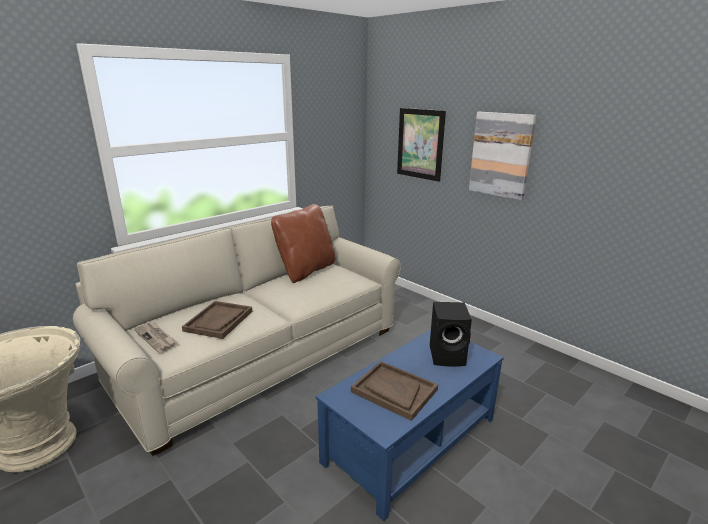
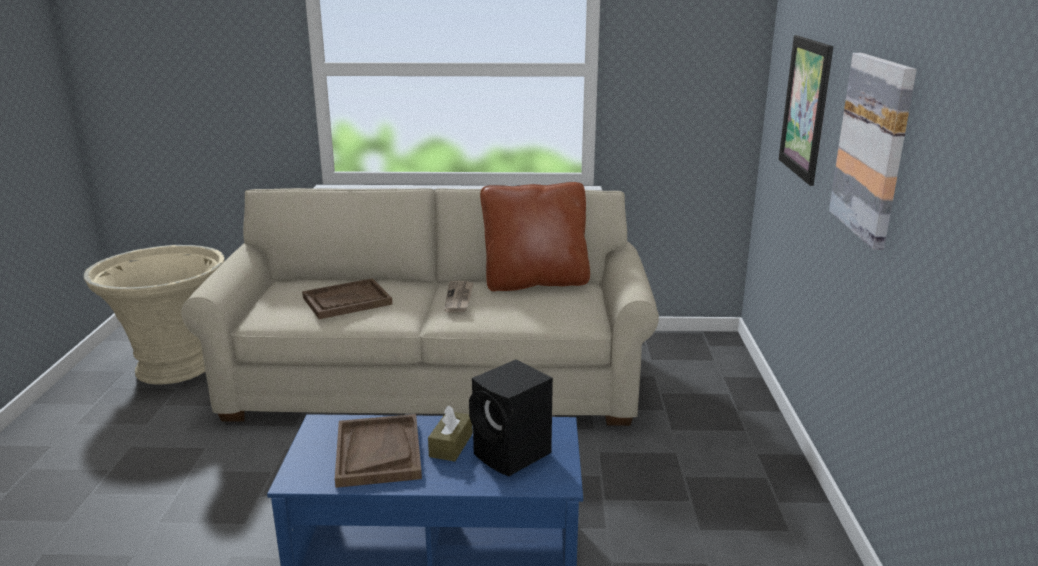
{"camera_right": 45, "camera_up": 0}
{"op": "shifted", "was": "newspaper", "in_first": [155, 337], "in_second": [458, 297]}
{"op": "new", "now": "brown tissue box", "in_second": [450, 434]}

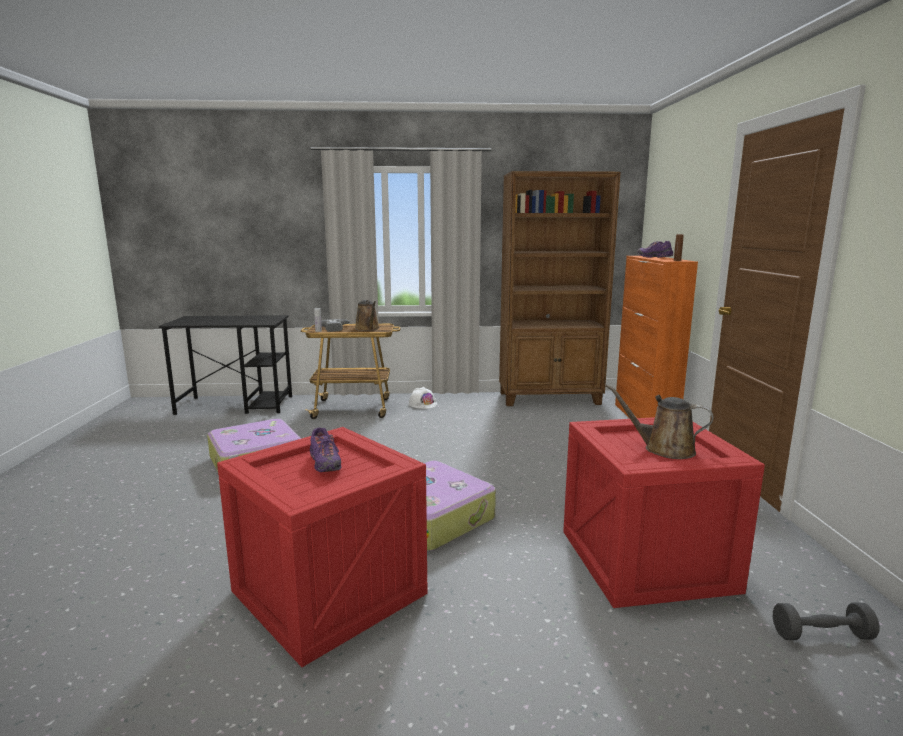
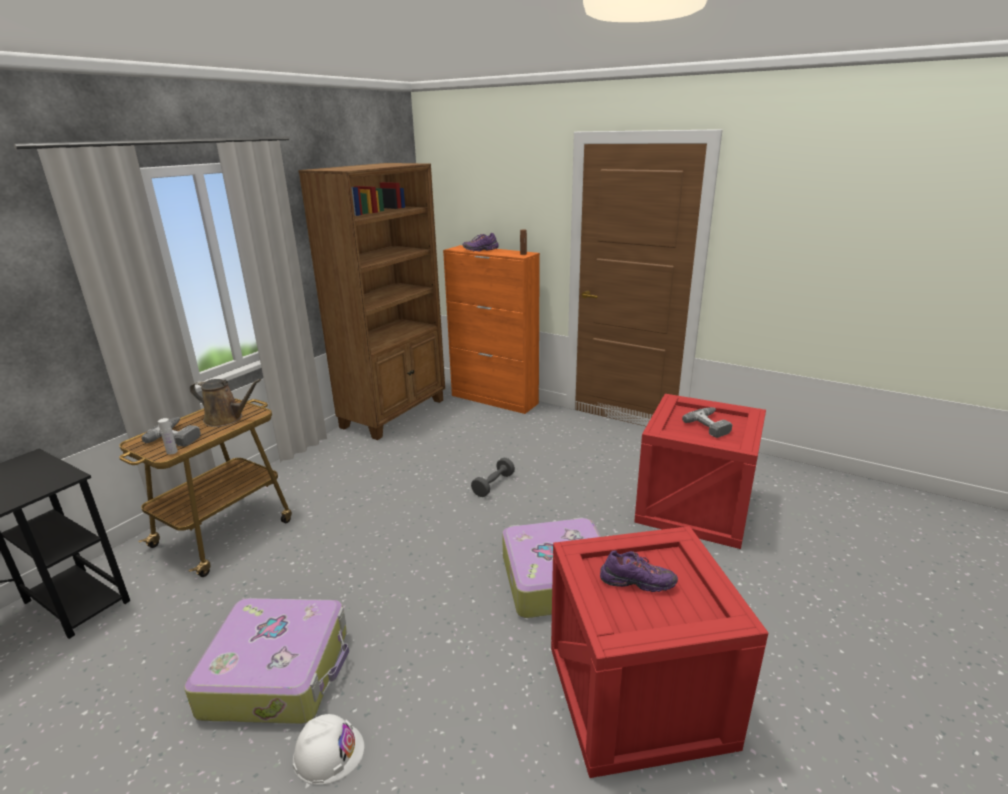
{"camera_right": -55, "camera_up": 10}
{"op": "shifted", "was": "white hard hat", "in_first": [423, 398], "in_second": [328, 749]}
{"op": "swapped", "was": "brown watering can", "now": "power drill", "in_first": [660, 421], "in_second": [707, 422]}
{"op": "shifted", "was": "grey dumbbell", "in_first": [826, 621], "in_second": [493, 477]}

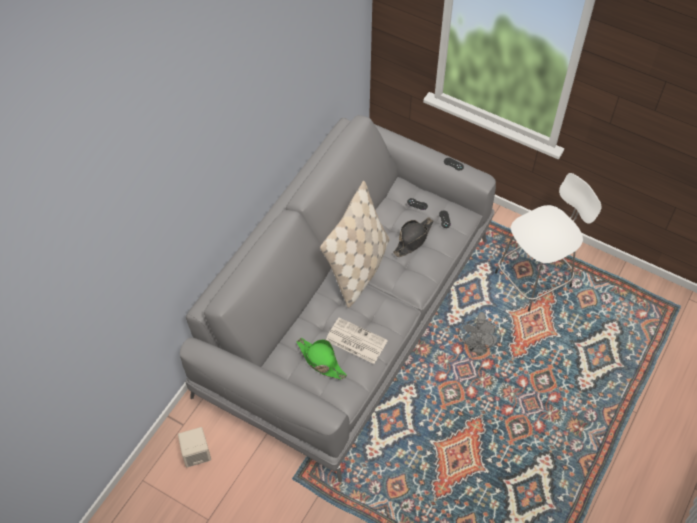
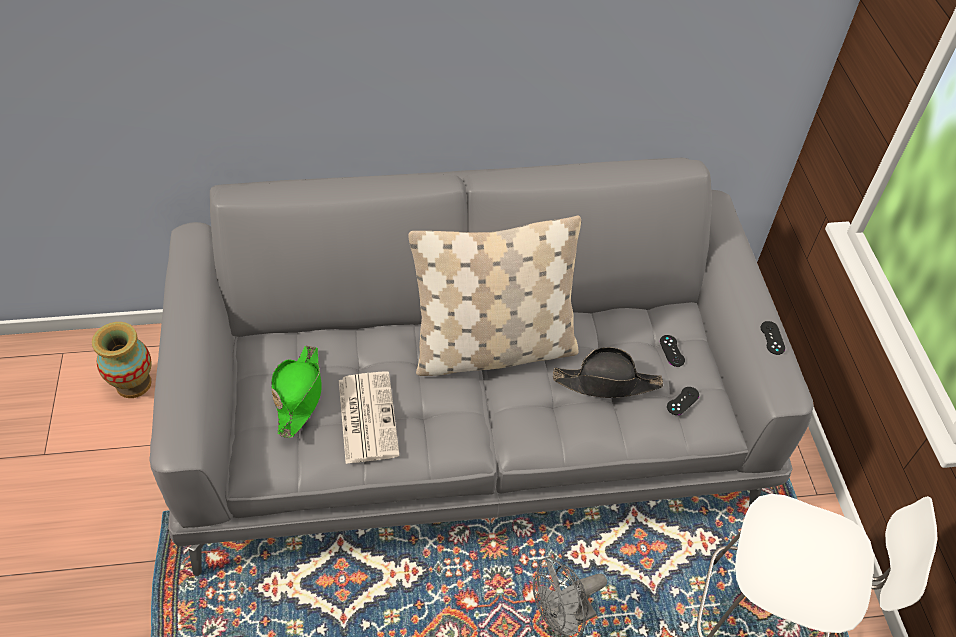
{"camera_right": 50, "camera_up": -5}
{"op": "swapped", "was": "beige speaker", "now": "vase", "in_first": [194, 447], "in_second": [122, 360]}

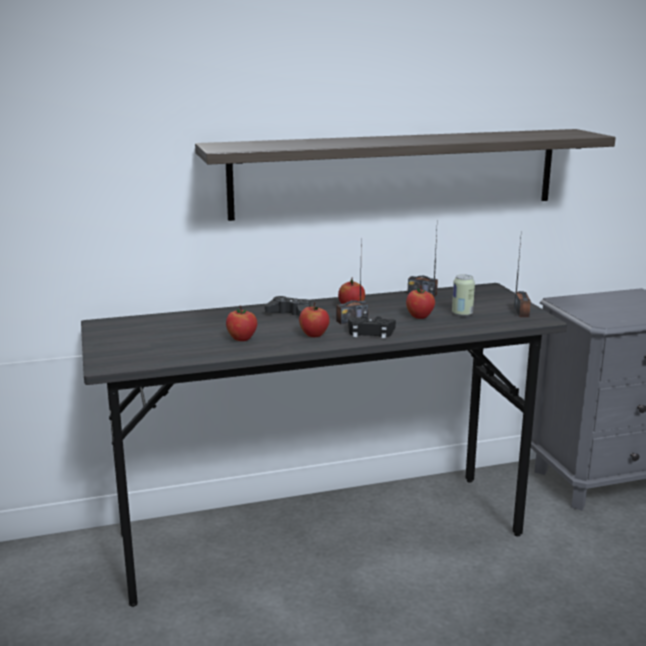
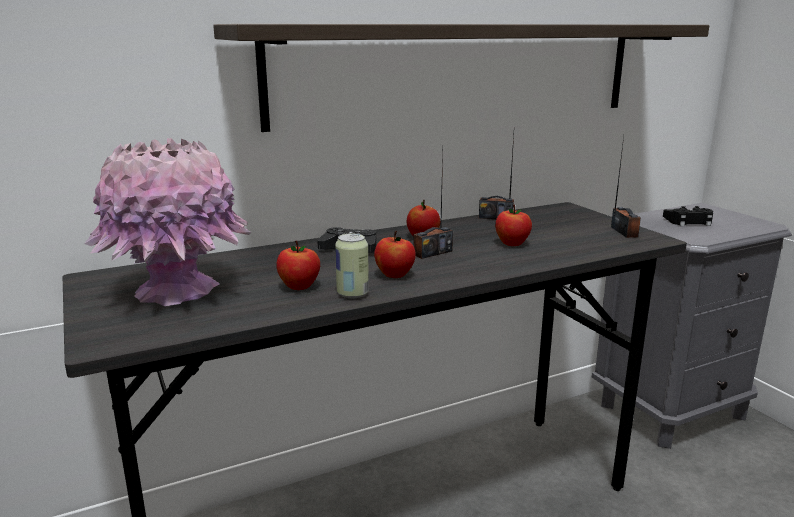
{"camera_right": -10, "camera_up": 0}
{"op": "shifted", "was": "black game controller", "in_first": [372, 327], "in_second": [688, 216]}
{"op": "shifted", "was": "can", "in_first": [463, 295], "in_second": [352, 265]}
{"op": "new", "now": "pink vase", "in_second": [167, 222]}

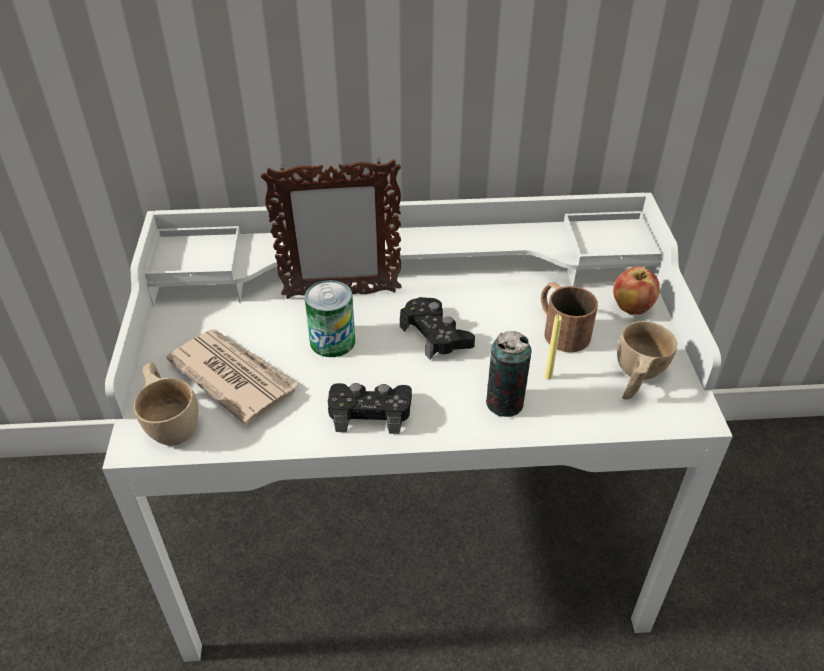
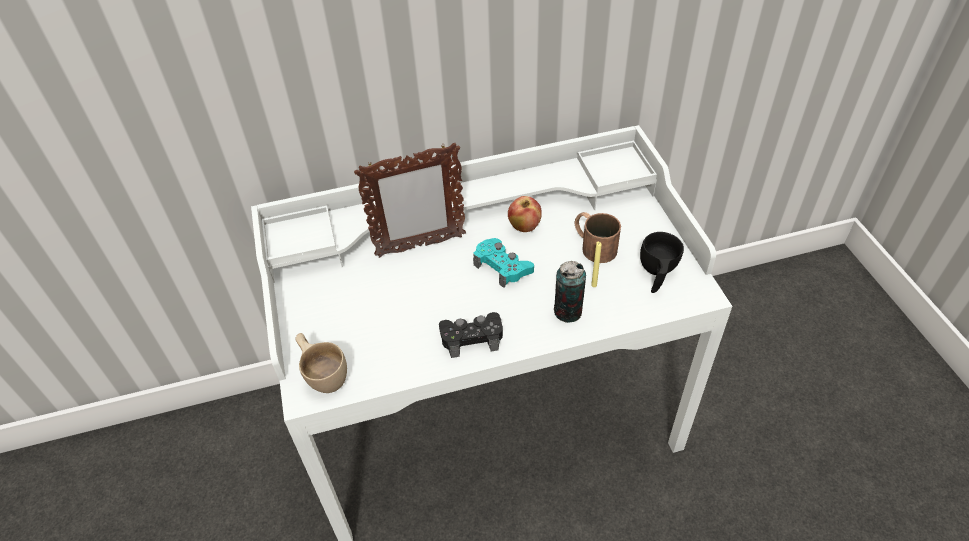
{"camera_right": -10, "camera_up": 5}
{"op": "gone", "was": "newspaper", "in_first": [232, 377]}
{"op": "gone", "was": "can", "in_first": [330, 318]}
{"op": "repainted", "was": "black game controller", "now": "turquoise game controller", "in_first": [437, 328], "in_second": [503, 263]}
{"op": "shifted", "was": "apple", "in_first": [636, 290], "in_second": [525, 214]}
{"op": "repainted", "was": "beige cup", "now": "black cup", "in_first": [647, 360], "in_second": [662, 262]}

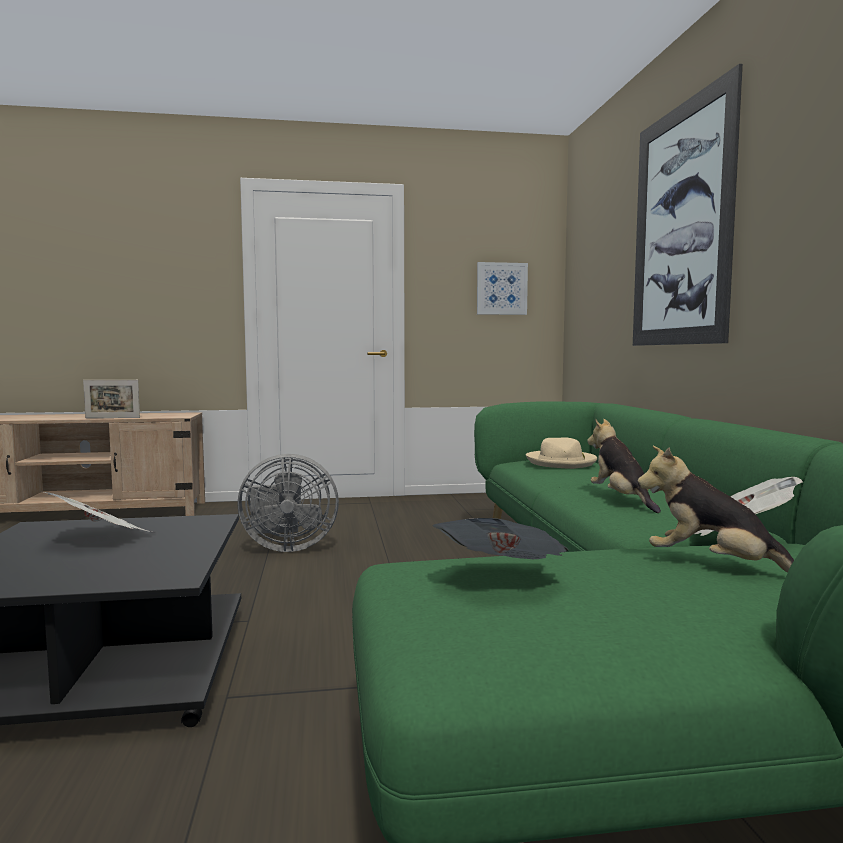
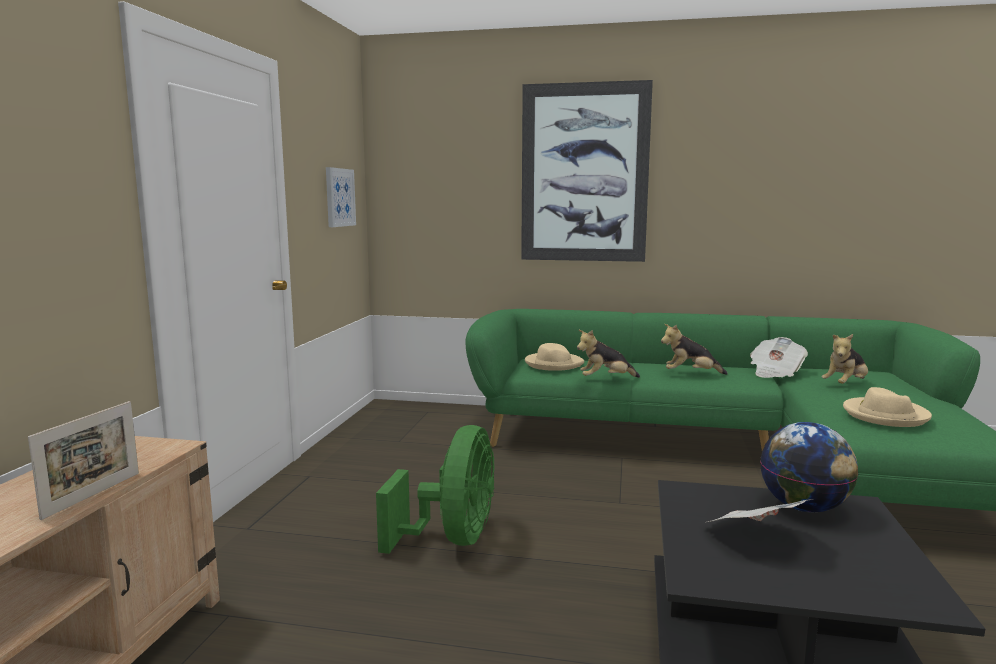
{"camera_right": -70, "camera_up": 5}
{"op": "repainted", "was": "grey fan", "now": "green fan", "in_first": [288, 503], "in_second": [435, 489]}
{"op": "swapped", "was": "newspaper", "now": "beige hat", "in_first": [500, 538], "in_second": [887, 407]}
{"op": "new", "now": "plush toy", "in_second": [608, 354]}
{"op": "new", "now": "globe", "in_second": [809, 467]}

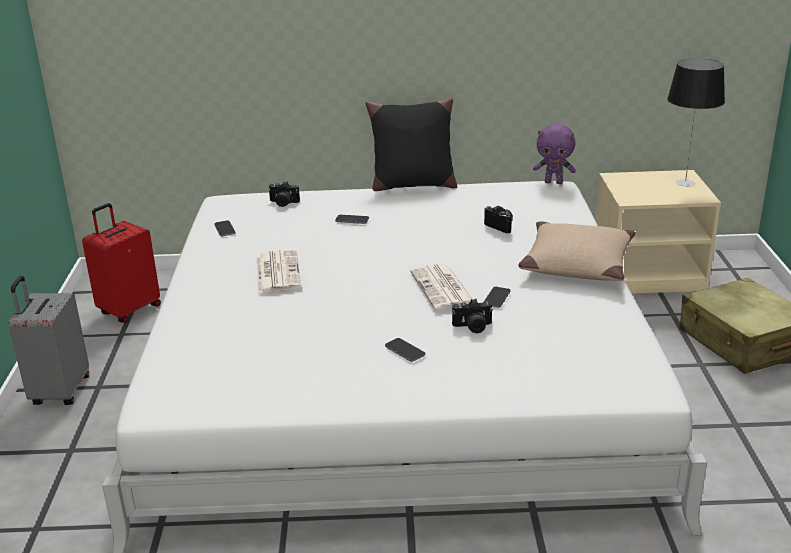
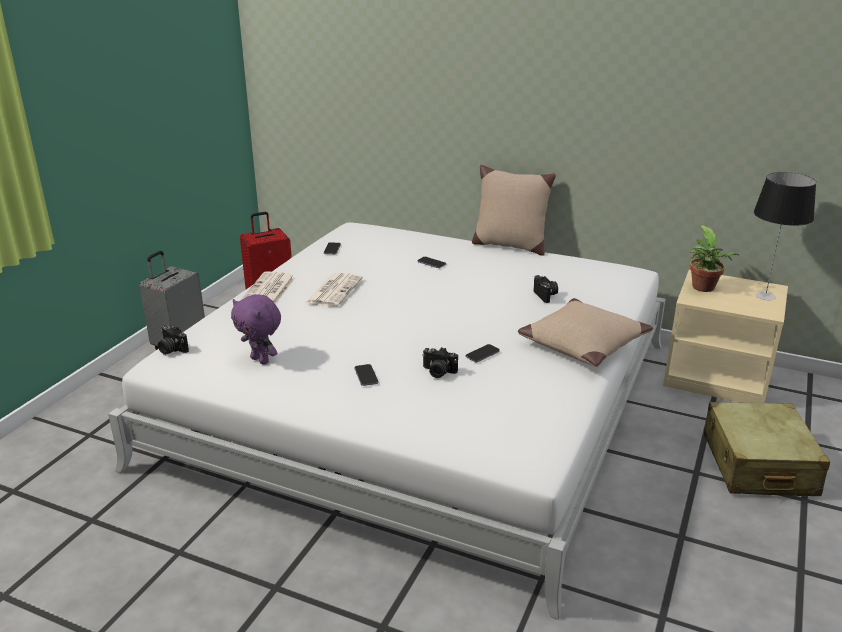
{"camera_right": 25, "camera_up": 0}
{"op": "shifted", "was": "photo camera", "in_first": [284, 194], "in_second": [173, 340]}
{"op": "repainted", "was": "black pillow", "now": "beige pillow", "in_first": [411, 144], "in_second": [514, 210]}
{"op": "shifted", "was": "newspaper", "in_first": [442, 287], "in_second": [268, 288]}
{"op": "shifted", "was": "purple plush toy", "in_first": [554, 154], "in_second": [256, 329]}
{"op": "new", "now": "potted plant", "in_second": [715, 258]}

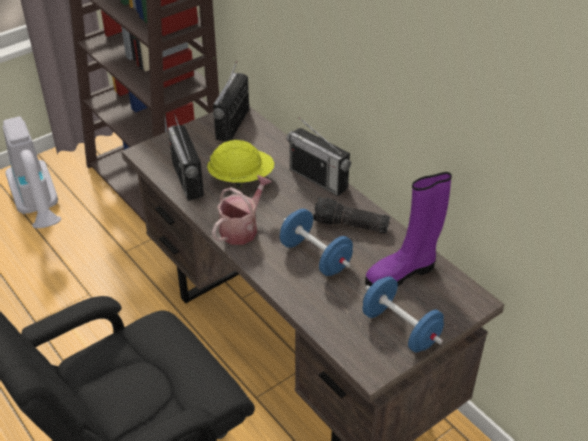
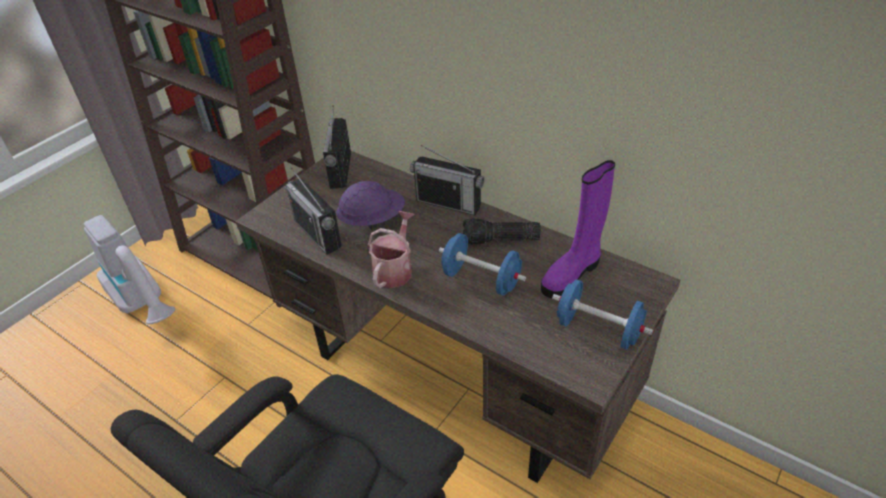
{"camera_right": -15, "camera_up": 0}
{"op": "repainted", "was": "yellow hard hat", "now": "purple hard hat", "in_first": [241, 164], "in_second": [370, 205]}

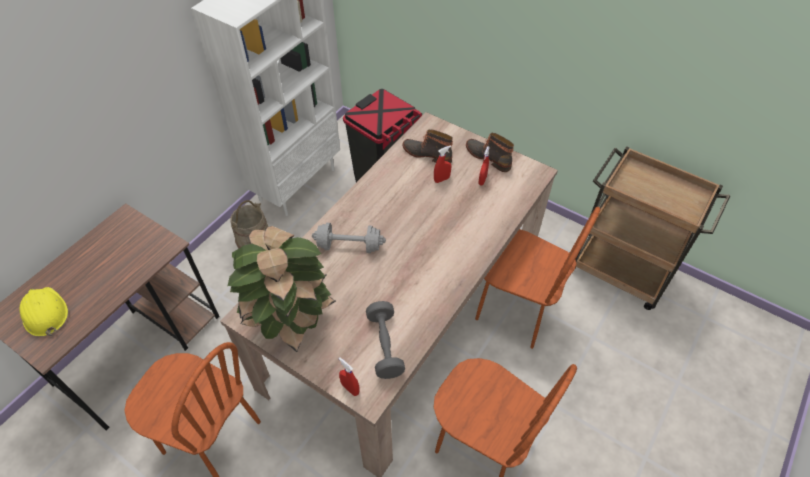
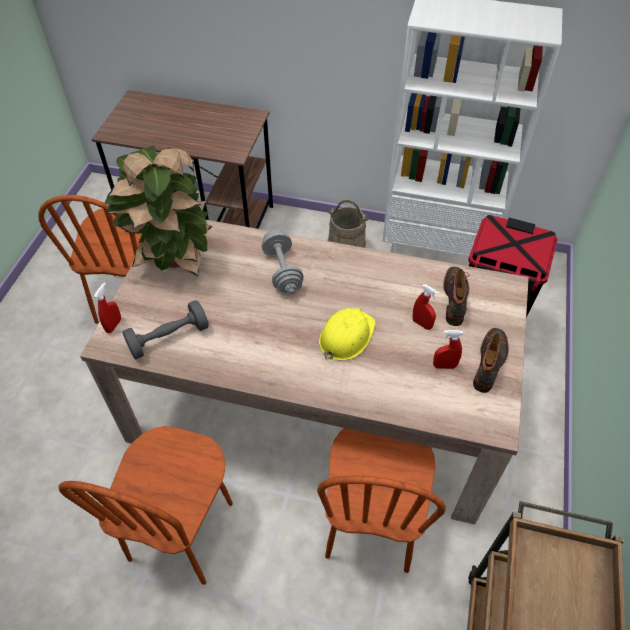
{"camera_right": 70, "camera_up": 0}
{"op": "shifted", "was": "yellow hard hat", "in_first": [43, 311], "in_second": [347, 334]}

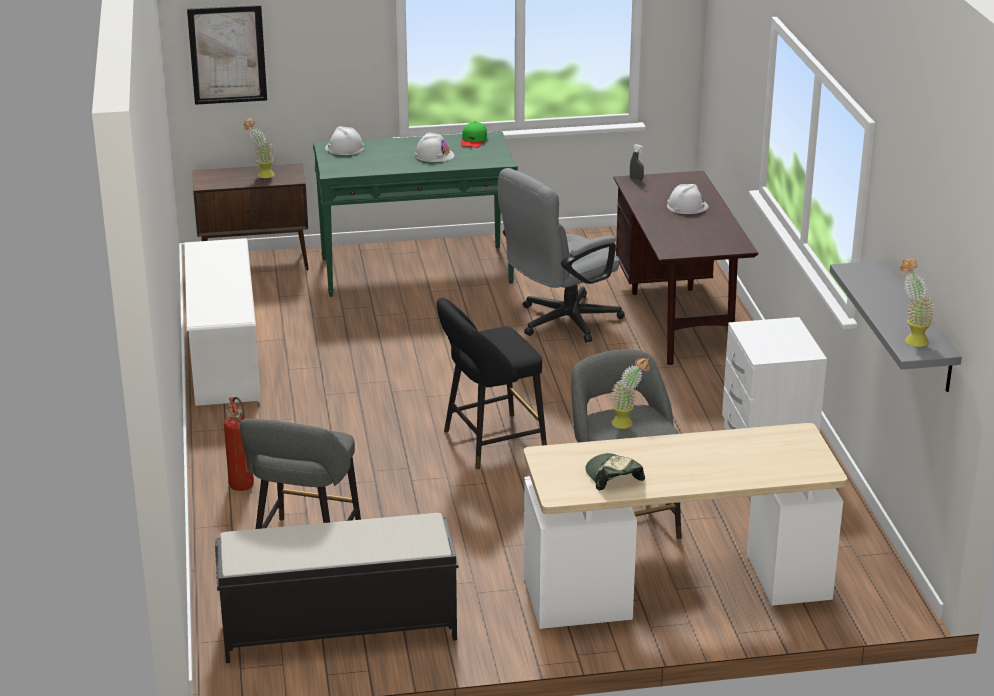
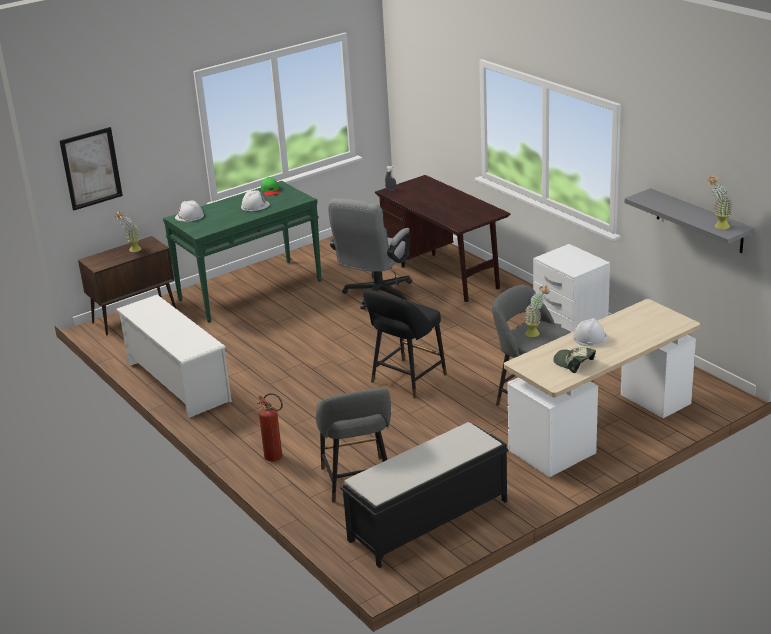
{"camera_right": -25, "camera_up": 0}
{"op": "shifted", "was": "white hard hat", "in_first": [688, 199], "in_second": [590, 332]}

